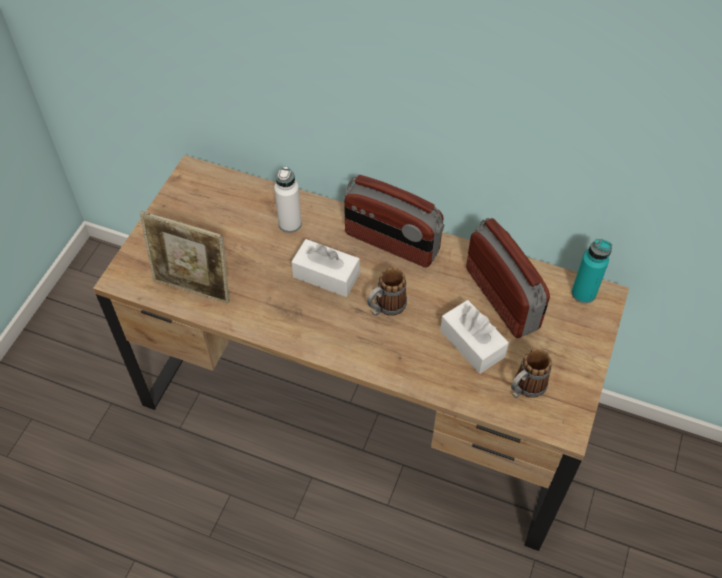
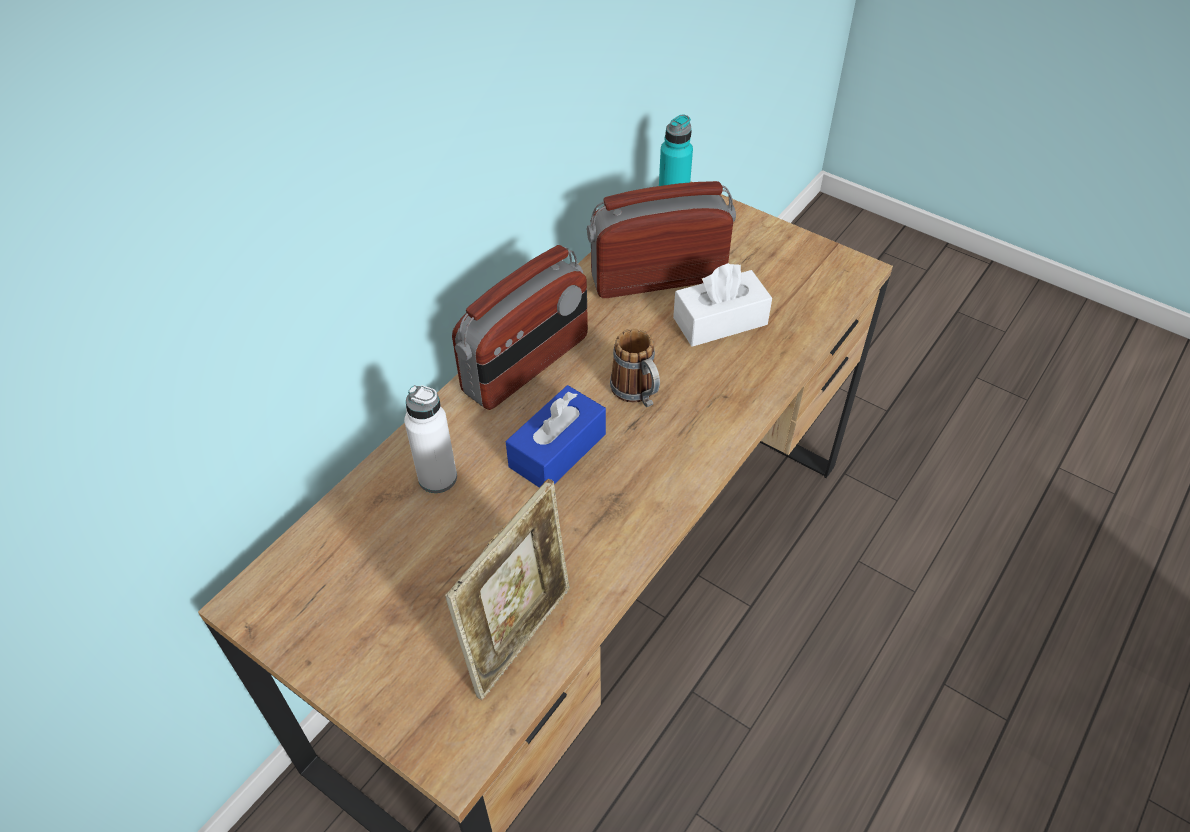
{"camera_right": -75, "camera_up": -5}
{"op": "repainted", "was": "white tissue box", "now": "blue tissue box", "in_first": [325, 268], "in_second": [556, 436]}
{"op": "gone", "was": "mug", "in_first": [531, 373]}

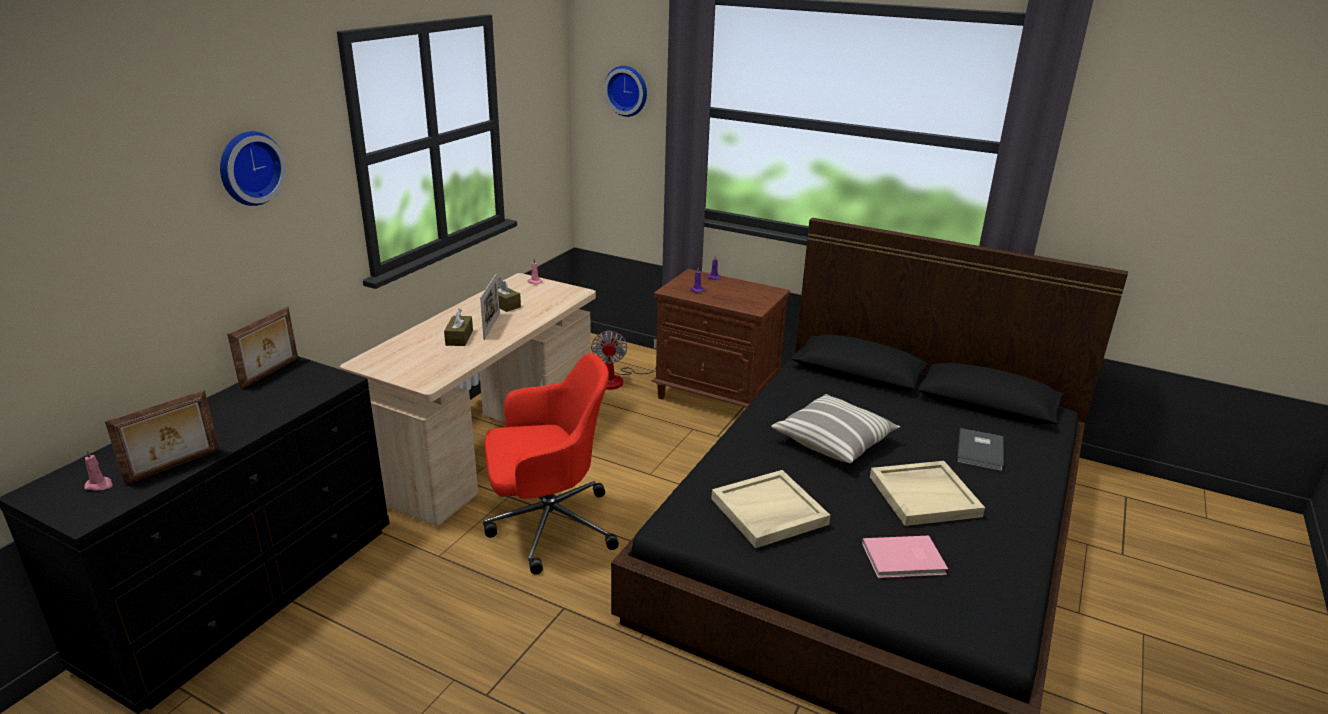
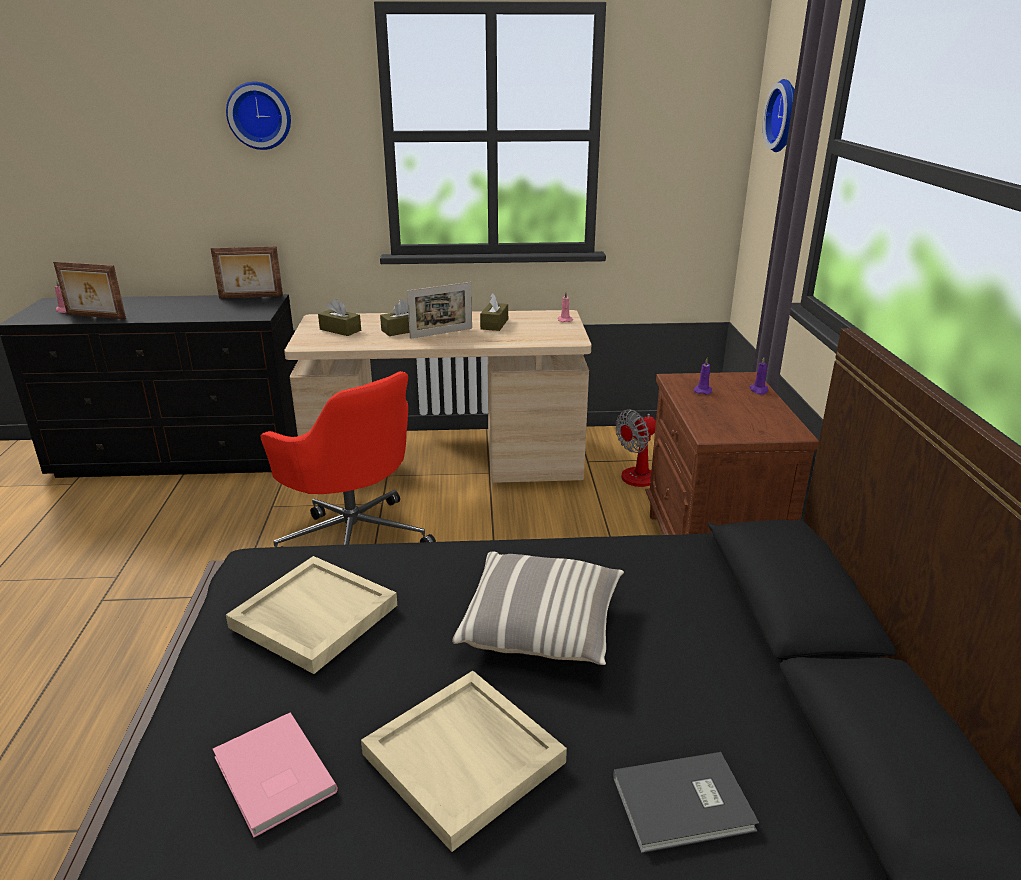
{"camera_right": 60, "camera_up": 0}
{"op": "new", "now": "brown tissue box", "in_second": [339, 317]}

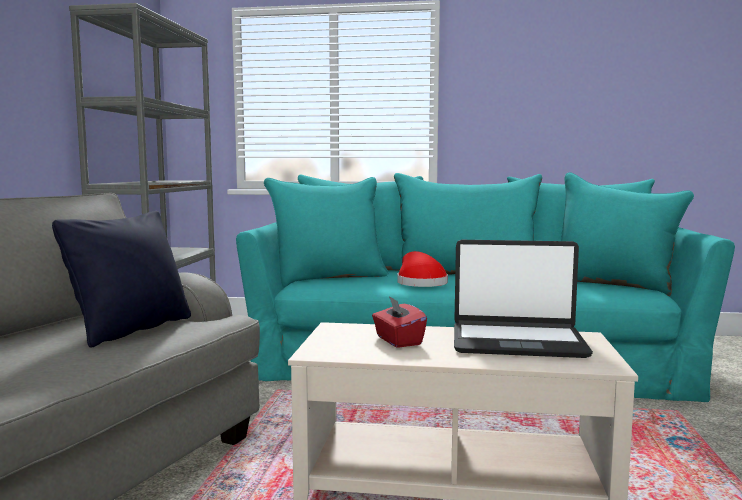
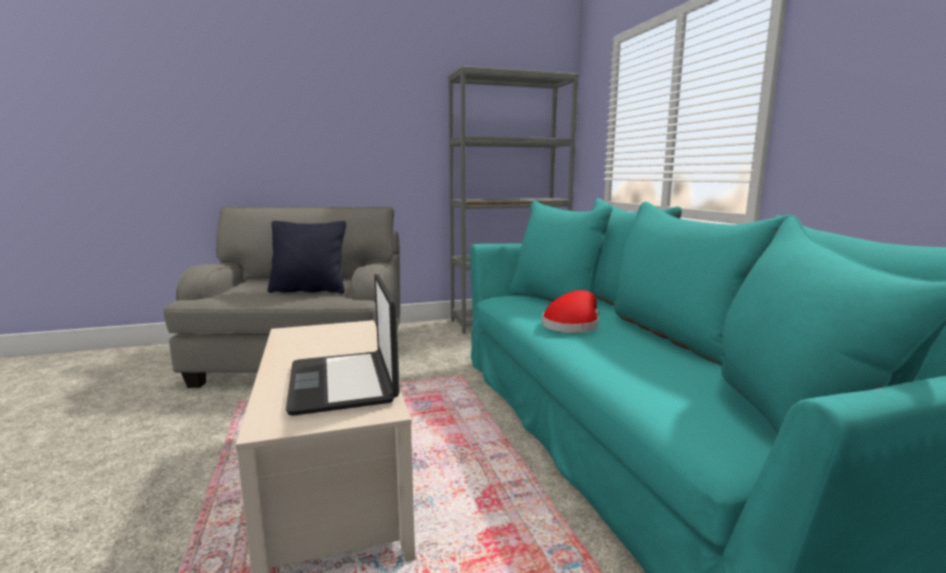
{"camera_right": 65, "camera_up": 5}
{"op": "gone", "was": "red tissue box", "in_first": [399, 322]}

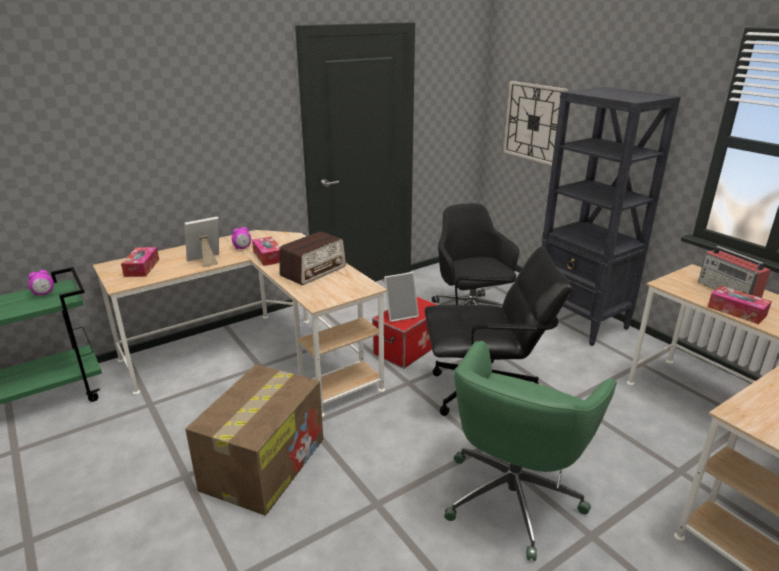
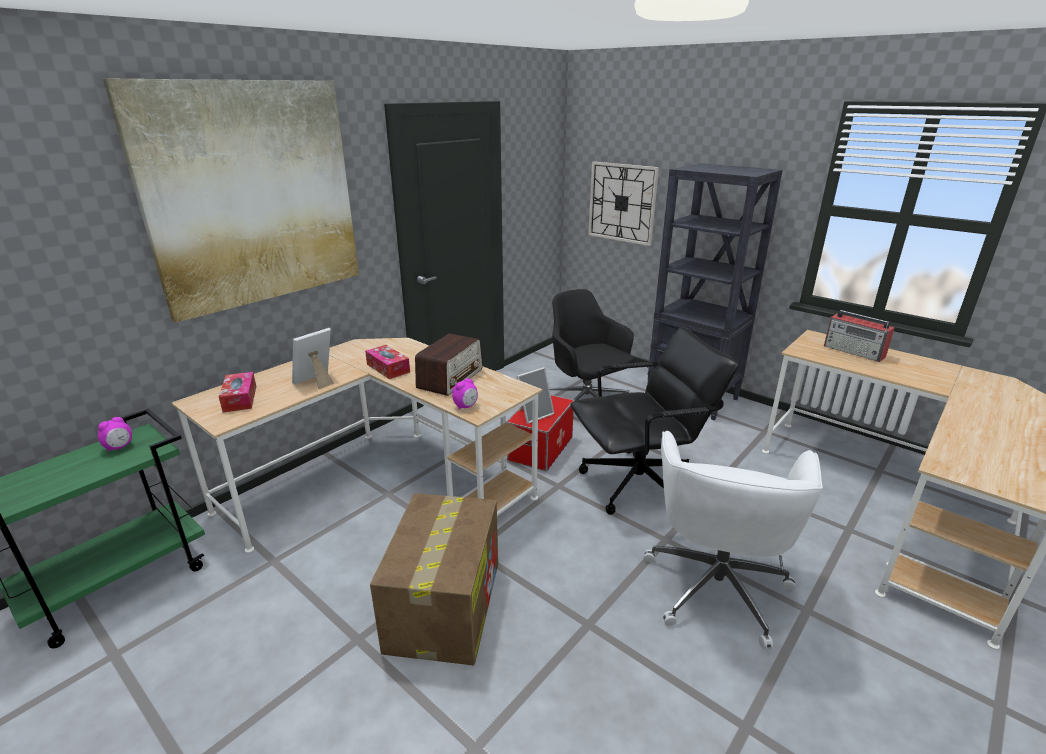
{"camera_right": -15, "camera_up": 0}
{"op": "shifted", "was": "alarm clock", "in_first": [241, 238], "in_second": [465, 393]}
{"op": "repainted", "was": "green office chair", "now": "white office chair", "in_first": [530, 451], "in_second": [733, 540]}
{"op": "gone", "was": "tissue box", "in_first": [740, 305]}
{"op": "new", "now": "picture", "in_second": [231, 201]}

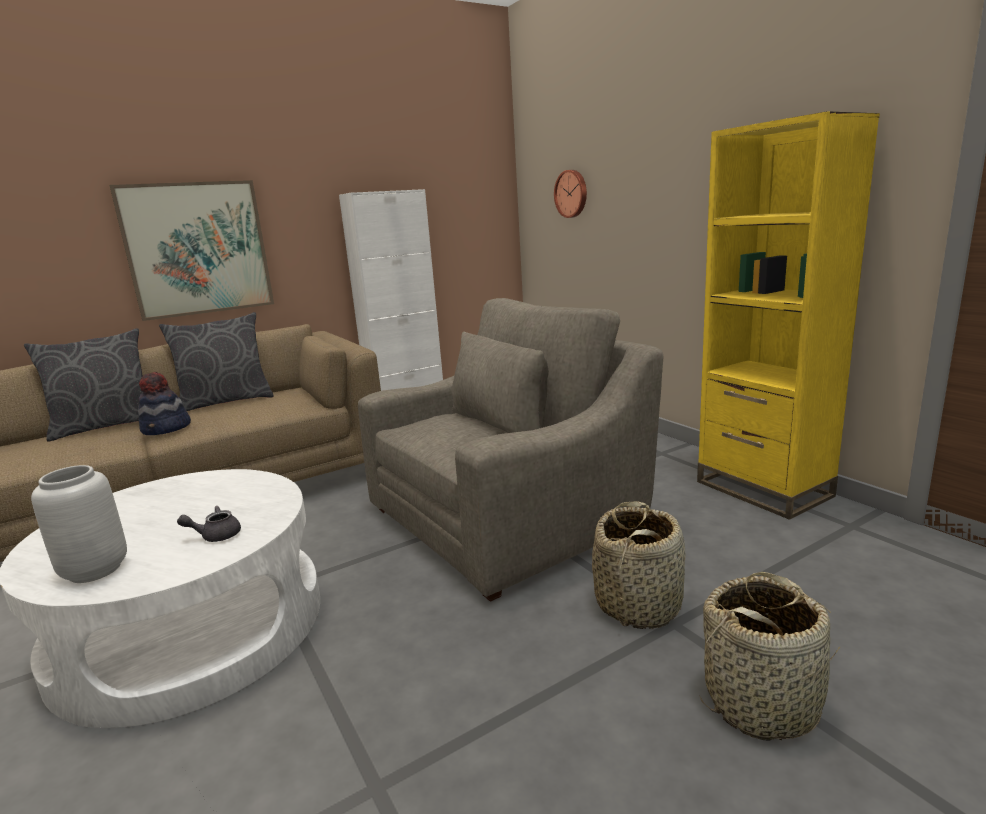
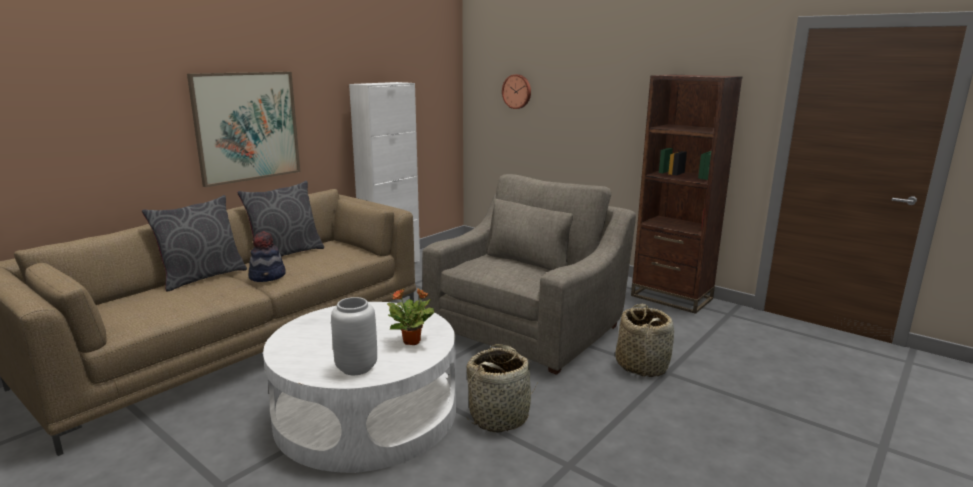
{"camera_right": -20, "camera_up": 0}
{"op": "swapped", "was": "grey teapot", "now": "potted plant", "in_first": [209, 524], "in_second": [411, 317]}
{"op": "repainted", "was": "yellow bookcase", "now": "brown bookcase", "in_first": [788, 315], "in_second": [686, 194]}
{"op": "shifted", "was": "basket", "in_first": [770, 656], "in_second": [502, 388]}

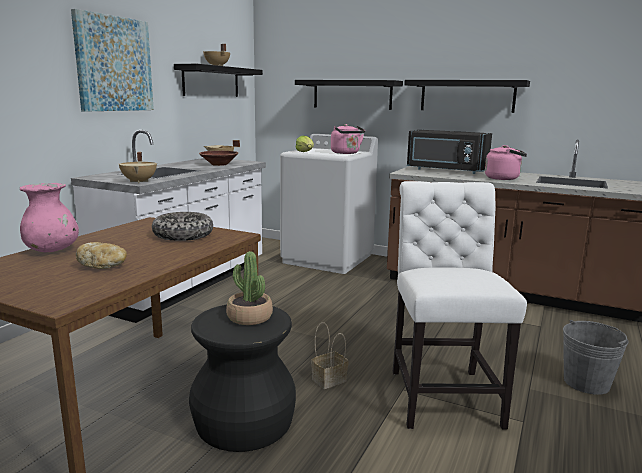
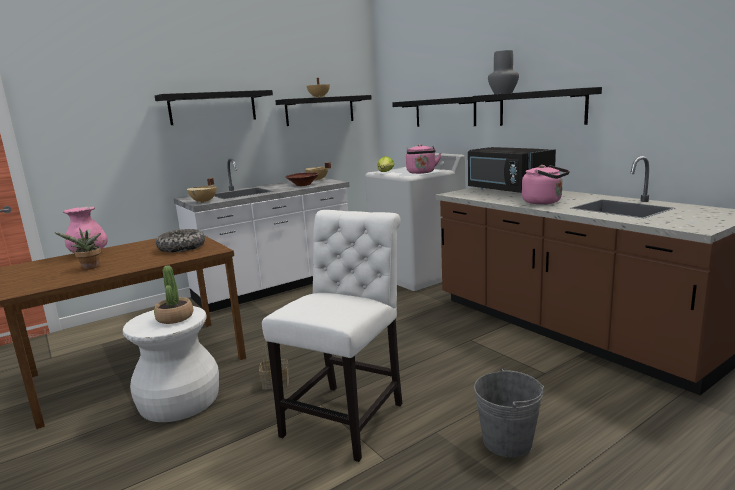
{"camera_right": 30, "camera_up": 0}
{"op": "swapped", "was": "picture", "now": "black shelf", "in_first": [112, 60], "in_second": [214, 107]}
{"op": "swapped", "was": "bread", "now": "potted plant", "in_first": [101, 255], "in_second": [78, 249]}
{"op": "repainted", "was": "black stool", "now": "white stool", "in_first": [242, 378], "in_second": [171, 364]}
{"op": "new", "now": "grey vase", "in_second": [503, 72]}

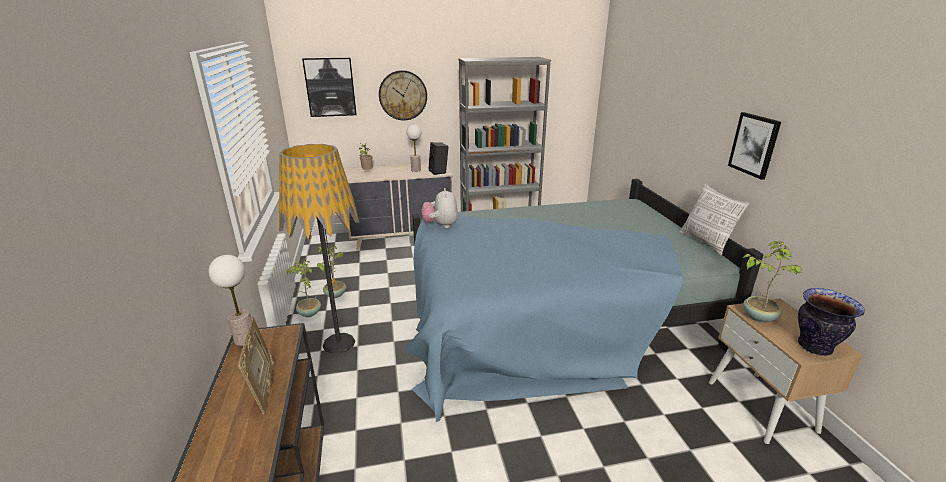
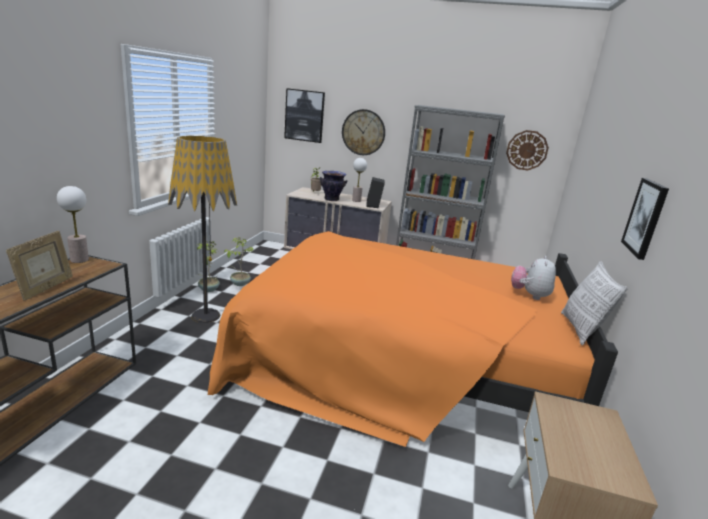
{"camera_right": 25, "camera_up": -5}
{"op": "repainted", "was": "blue bed", "now": "orange bed", "in_first": [584, 300], "in_second": [413, 339]}
{"op": "shifted", "was": "plush toy", "in_first": [440, 208], "in_second": [533, 278]}
{"op": "gone", "was": "potted plant", "in_first": [772, 282]}
{"op": "shifted", "was": "vase", "in_first": [831, 322], "in_second": [333, 186]}
{"op": "new", "now": "wall clock", "in_second": [527, 150]}

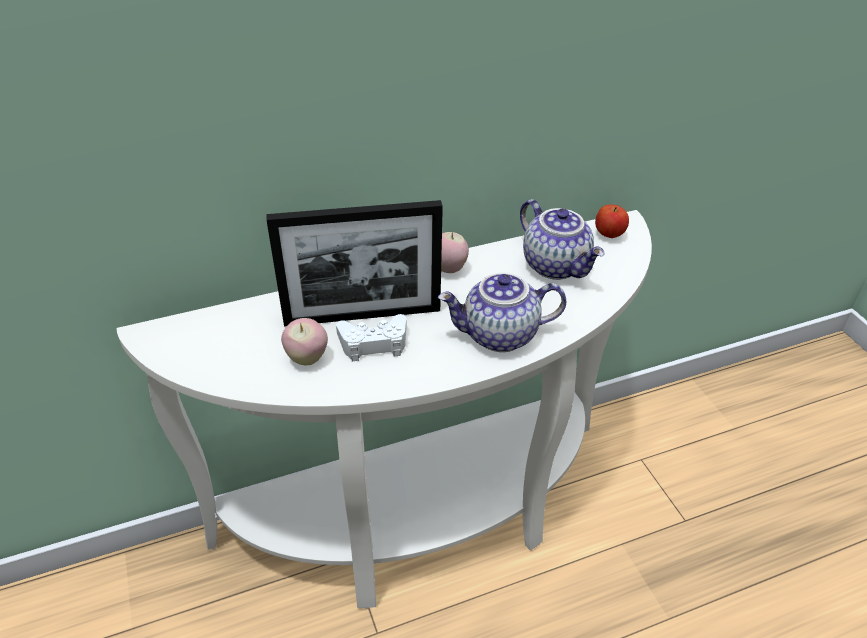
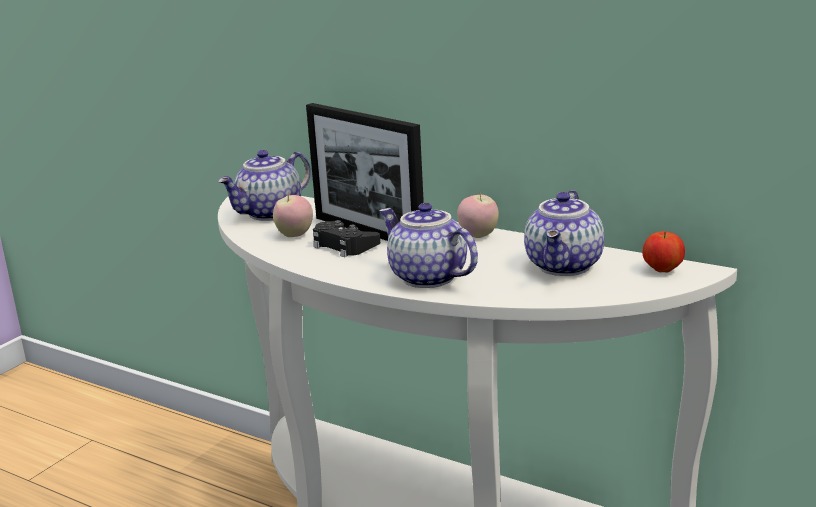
{"camera_right": 55, "camera_up": -20}
{"op": "repainted", "was": "white game controller", "now": "black game controller", "in_first": [371, 337], "in_second": [346, 238]}
{"op": "new", "now": "teapot", "in_second": [264, 185]}

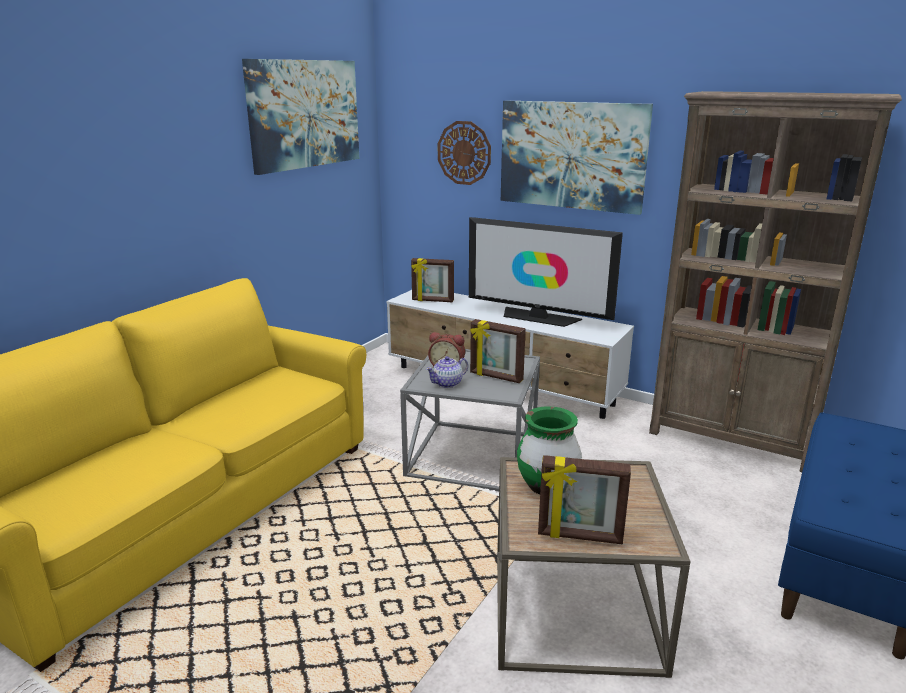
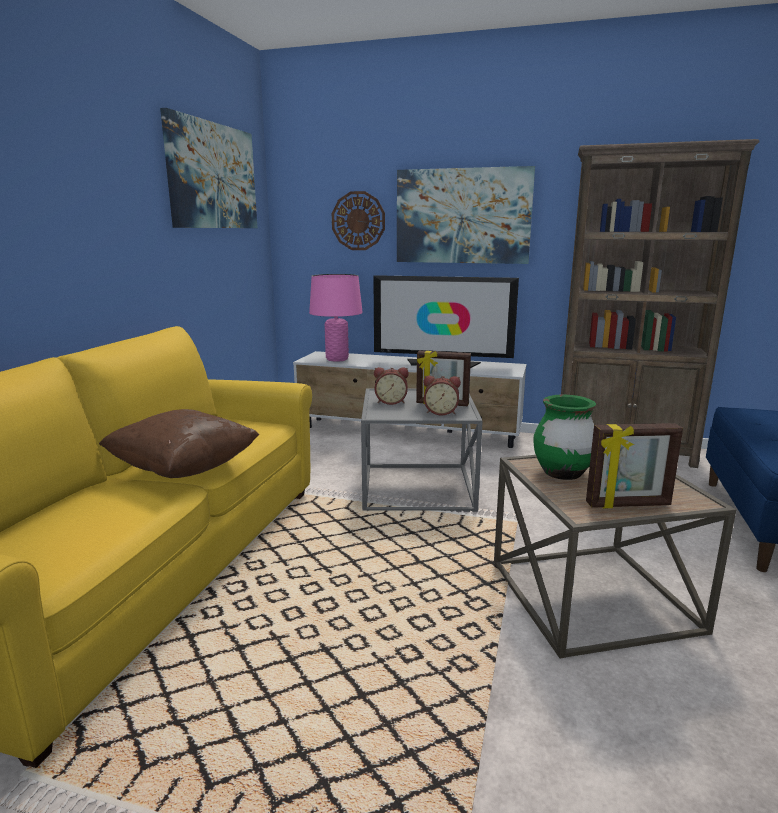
{"camera_right": -15, "camera_up": -5}
{"op": "swapped", "was": "picture frame", "now": "pink table lamp", "in_first": [432, 280], "in_second": [336, 318]}
{"op": "gone", "was": "teapot", "in_first": [447, 372]}
{"op": "new", "now": "brown pillow", "in_second": [179, 443]}
{"op": "new", "now": "alarm clock", "in_second": [442, 395]}

